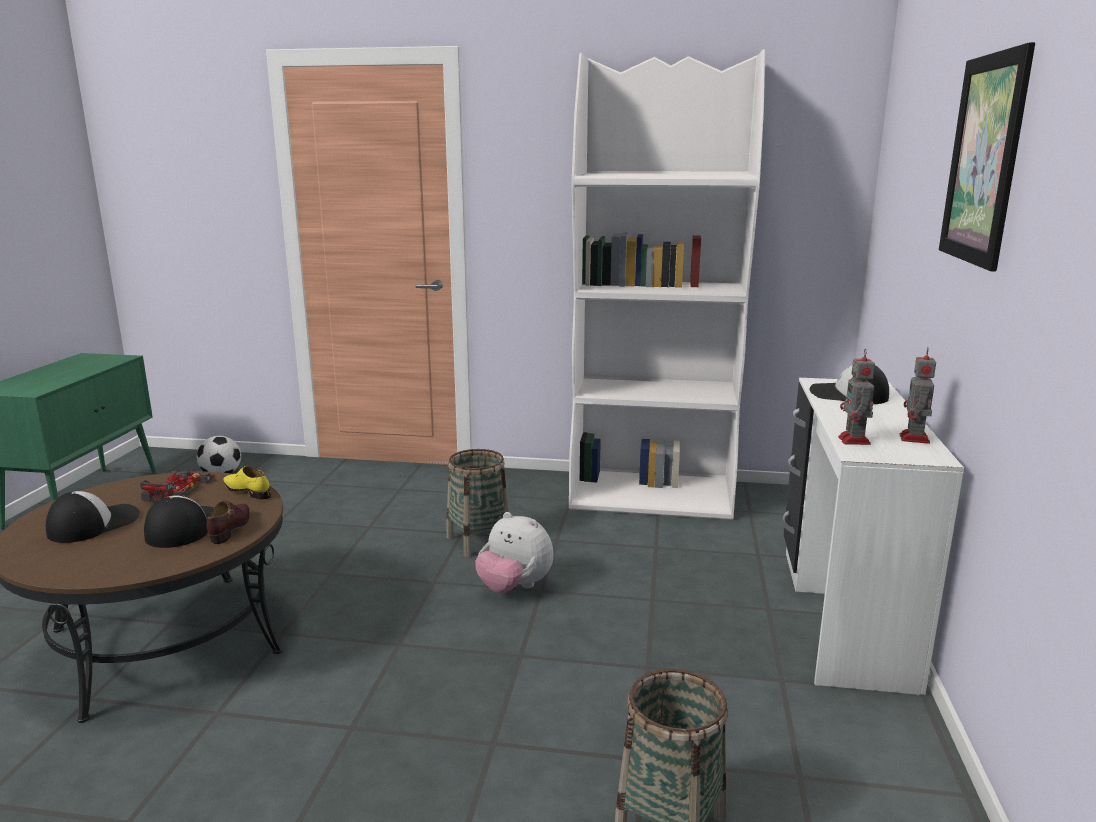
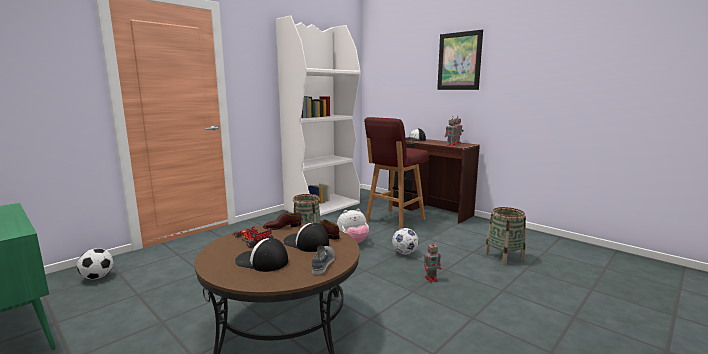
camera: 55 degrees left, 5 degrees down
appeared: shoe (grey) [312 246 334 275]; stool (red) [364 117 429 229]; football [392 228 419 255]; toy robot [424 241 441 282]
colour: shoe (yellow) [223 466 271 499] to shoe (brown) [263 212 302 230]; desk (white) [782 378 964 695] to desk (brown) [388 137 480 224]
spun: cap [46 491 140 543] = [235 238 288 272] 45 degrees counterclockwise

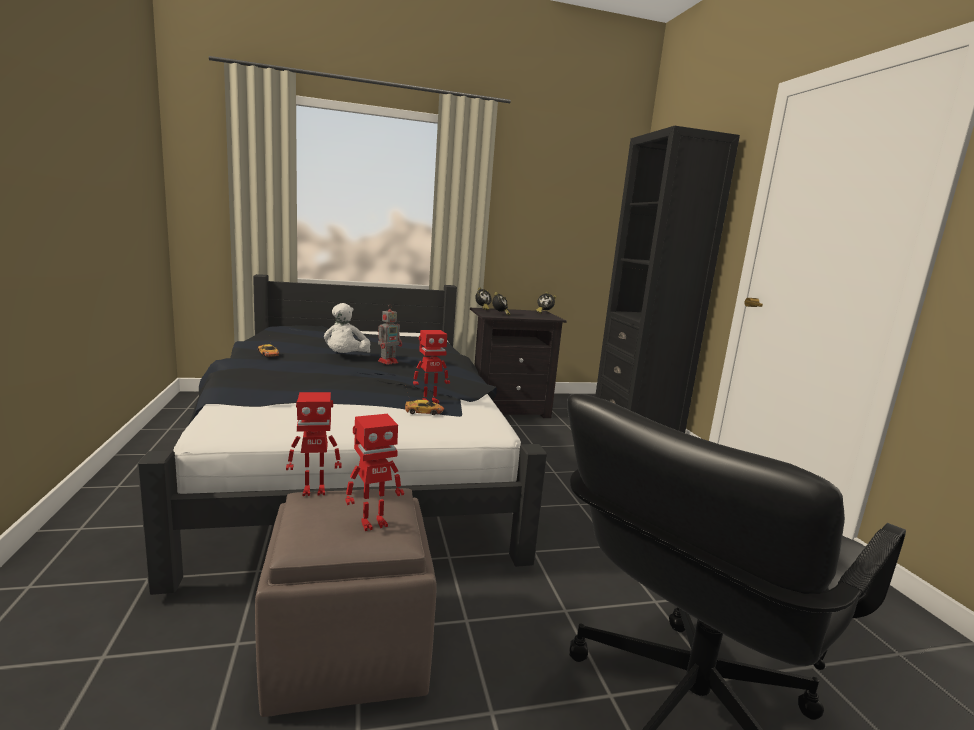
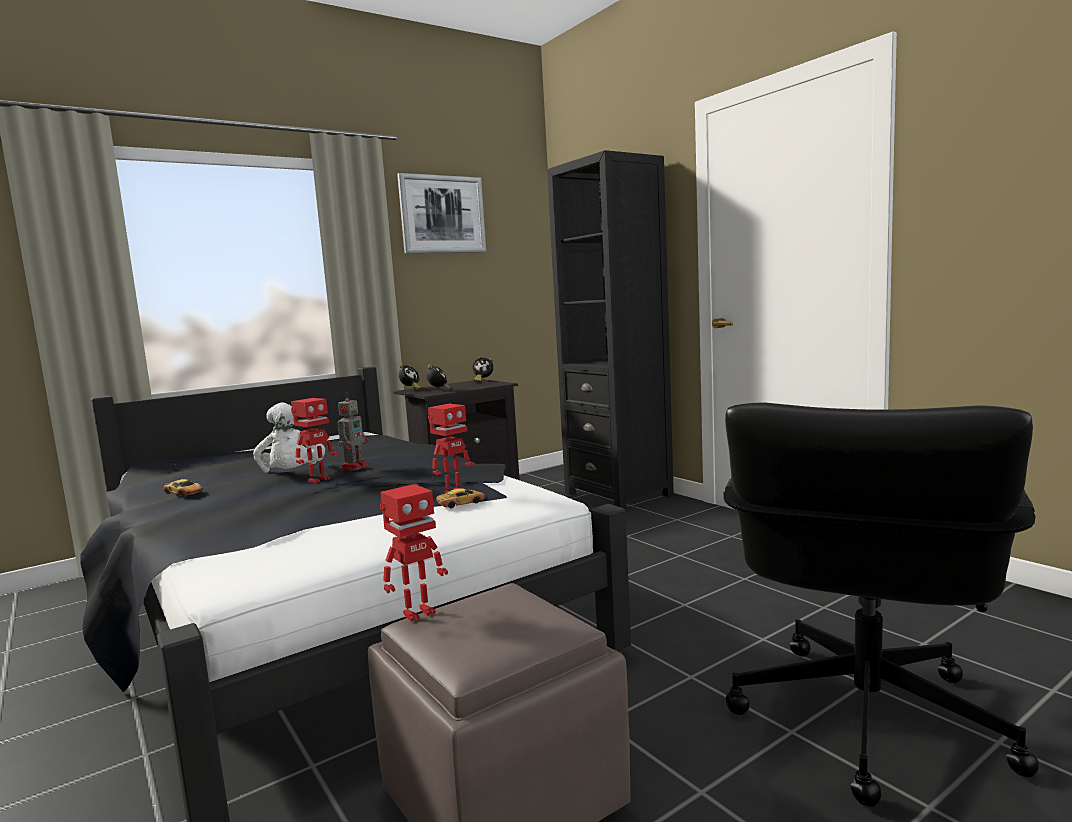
camera: 20 degrees left, 5 degrees down
appeared: picture [397 173 487 254]
relocated: toy robot [345 414 404 531] to [291 398 337 483]

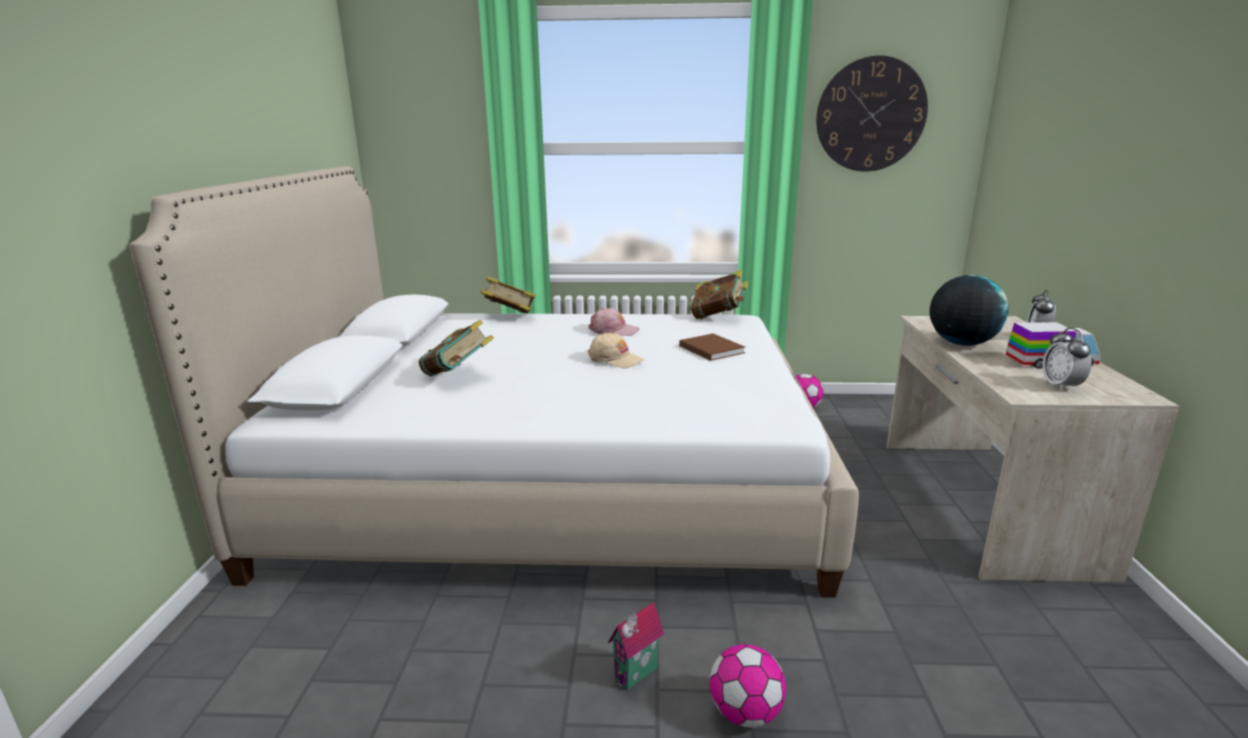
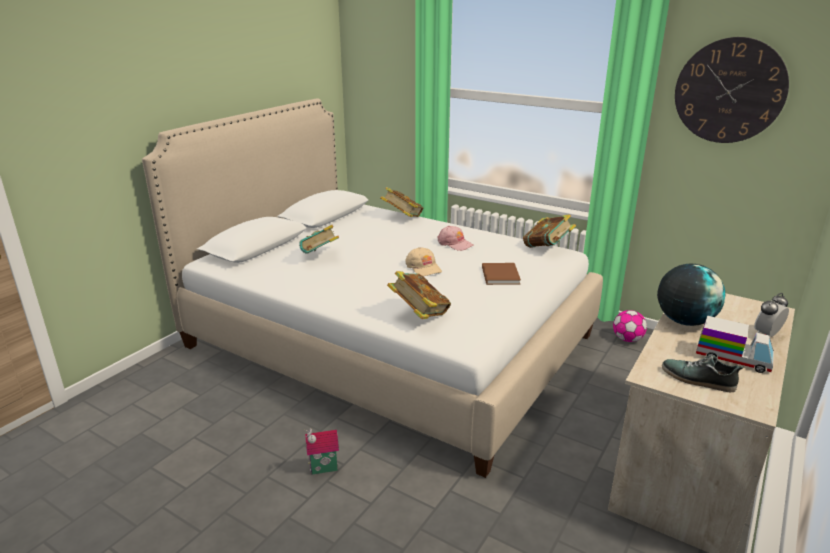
camera: 30 degrees right, 5 degrees up
missing: football [710 644 786 728]
appeared: book [387 271 451 319]
exchanged: alarm clock [1042 328 1092 391] to shoe [662 355 744 392]

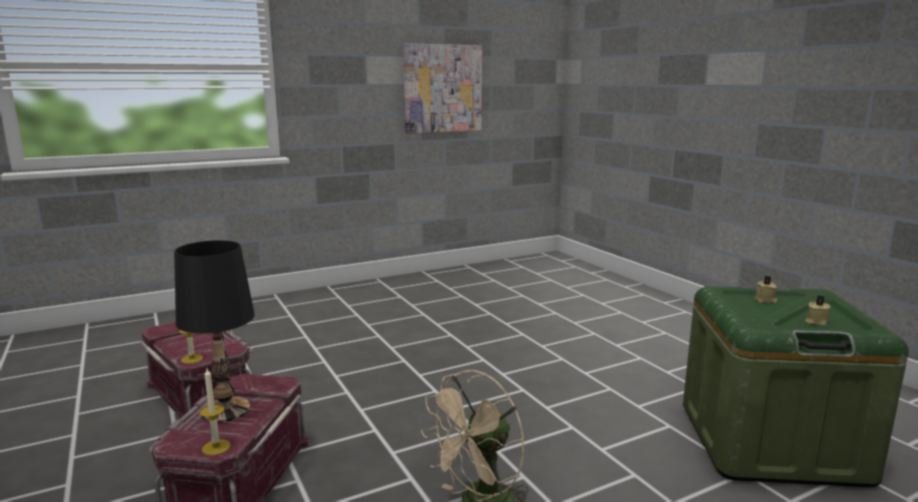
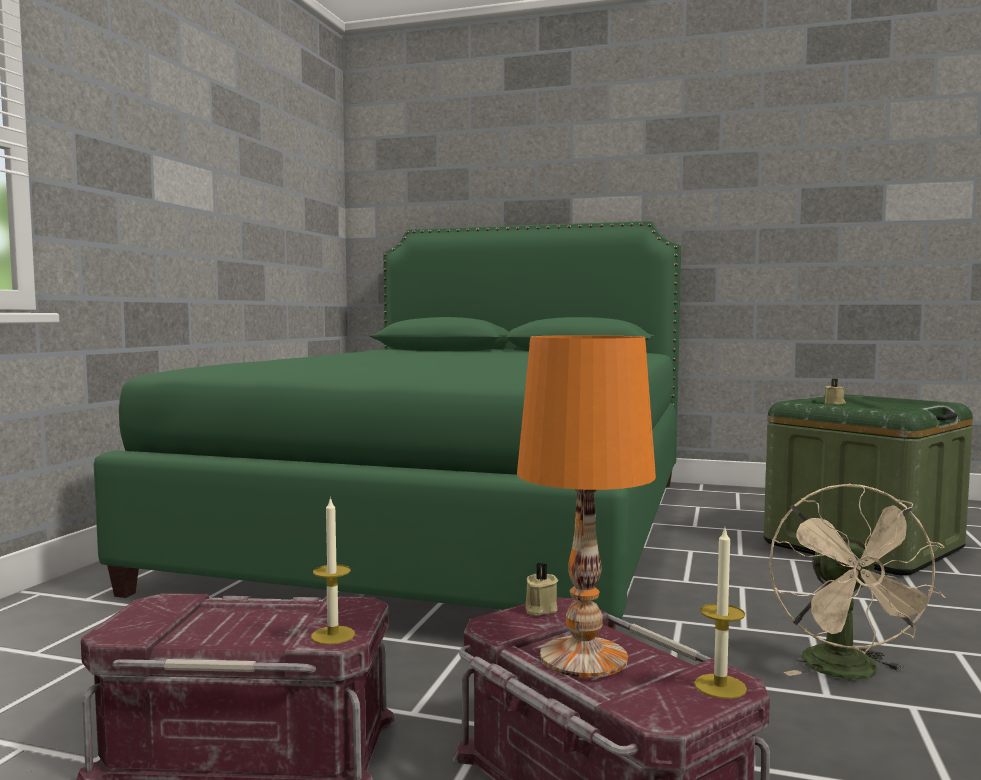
camera: 45 degrees left, 10 degrees down
missing: picture [403 43 482 134]
appeared: bed (green) [94 221 681 629]
relocated: candle (beige) [805 295 831 326] to [525 563 558 616]
colour: table lamp (black) [174 240 254 422] to table lamp (orange) [517 335 656 678]

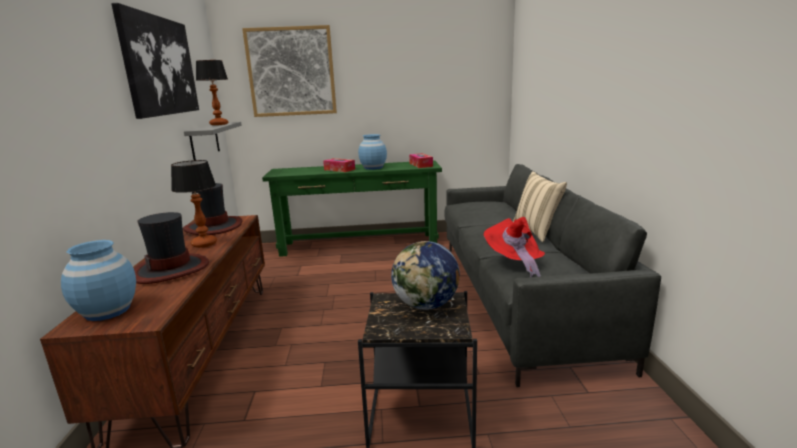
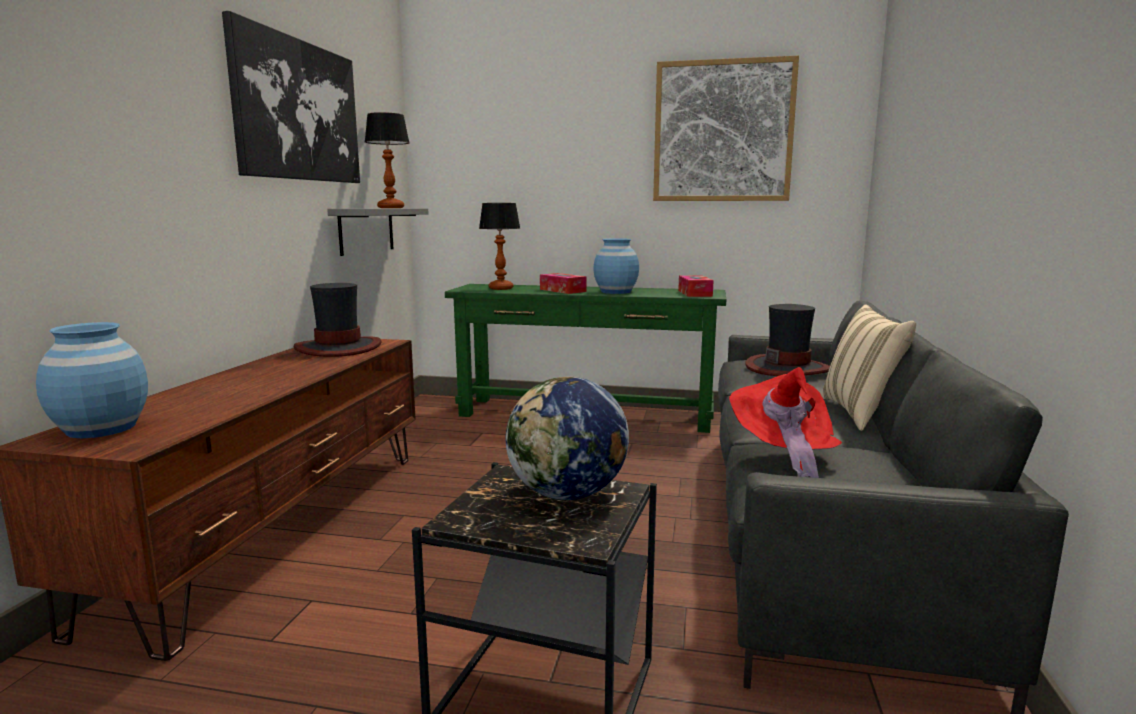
camera: 15 degrees right, 5 degrees down
relocated: table lamp [171 160 217 248] to [479 203 520 290]; picture [242 25 337 117] to [653 55 799 201]; hat [134 212 209 284] to [745 304 830 376]

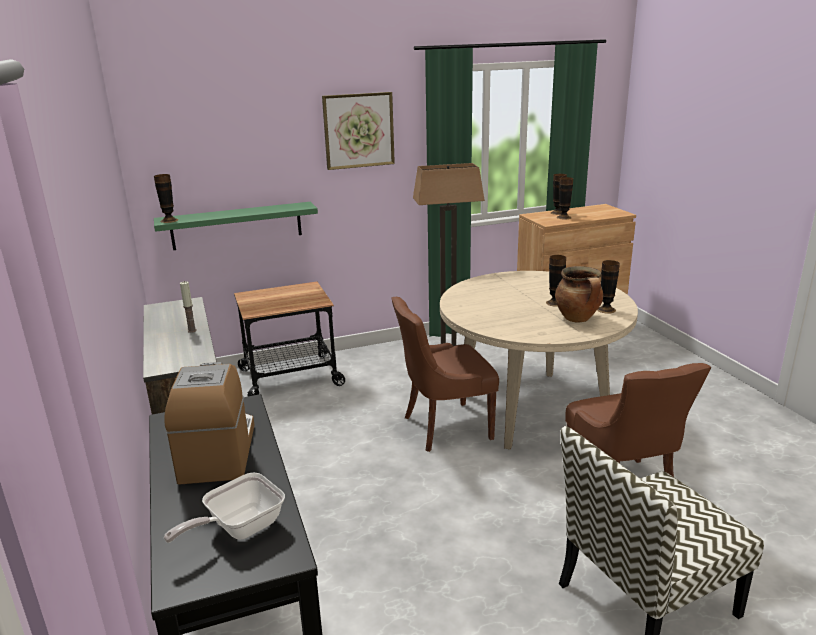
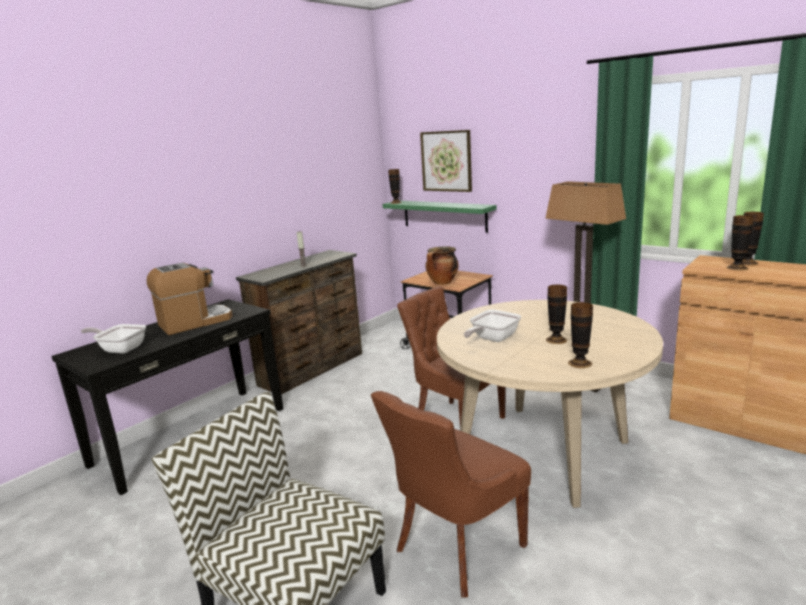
camera: 60 degrees right, 5 degrees down
appeared: frying pan [464 310 521 342]
relocated: picture [322 92 395 170] to [420 130 472 192]; cooking pot [555 266 603 323] to [425 247 459 285]

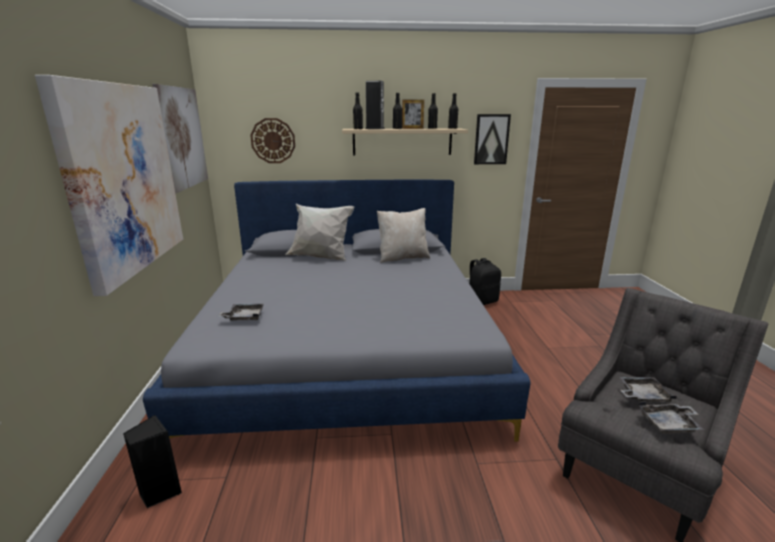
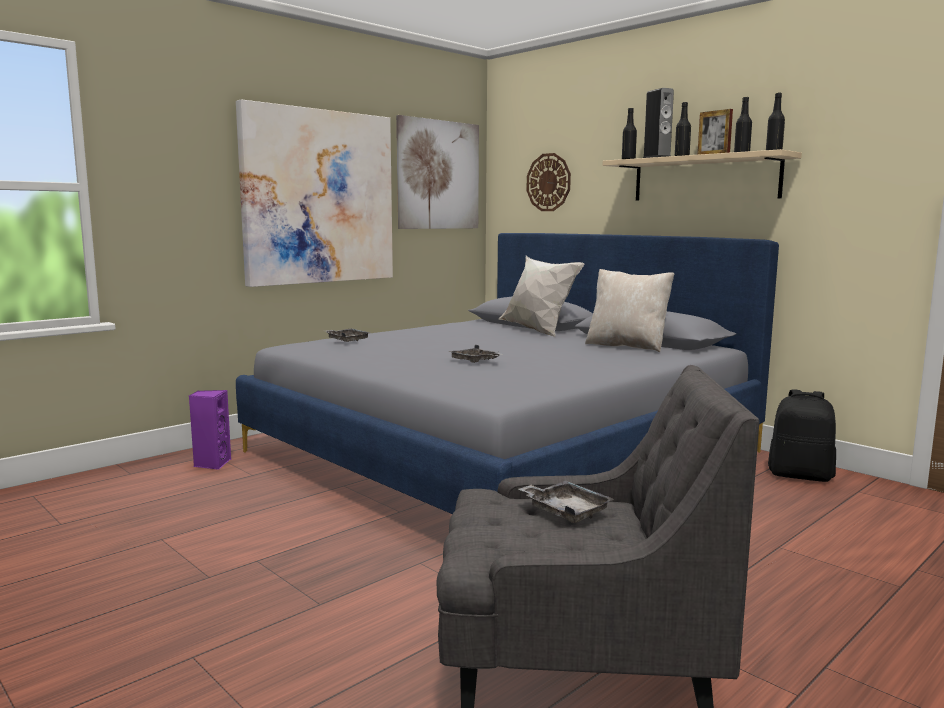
camera: 50 degrees right, 10 degrees down
missing: picture [474 114 511 164]
relocated: tray (grey) [639 401 704 434] to [449 345 503 363]
colour: speaker (black) [123 415 182 508] to speaker (purple) [189 390 231 470]

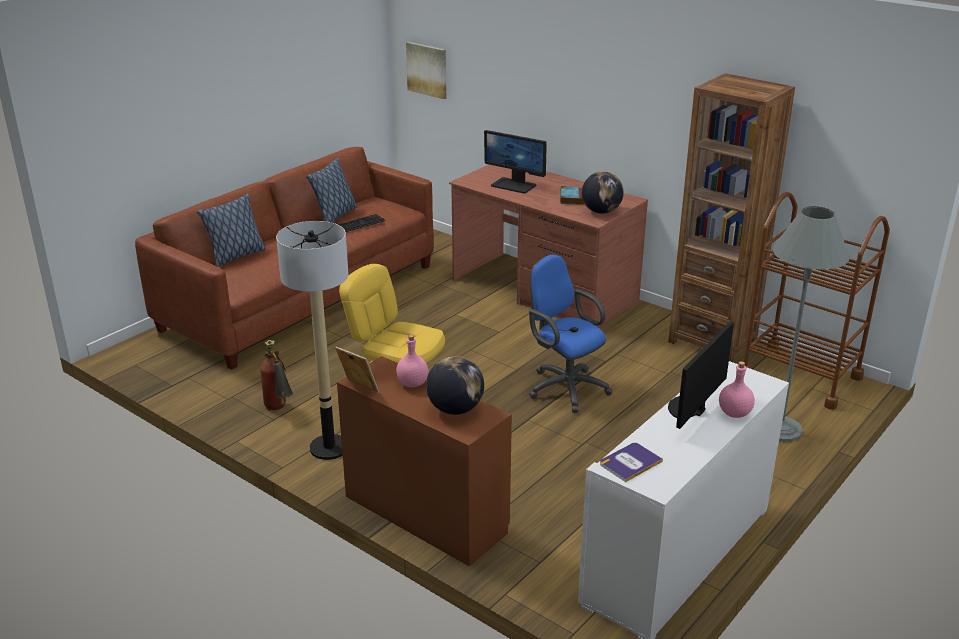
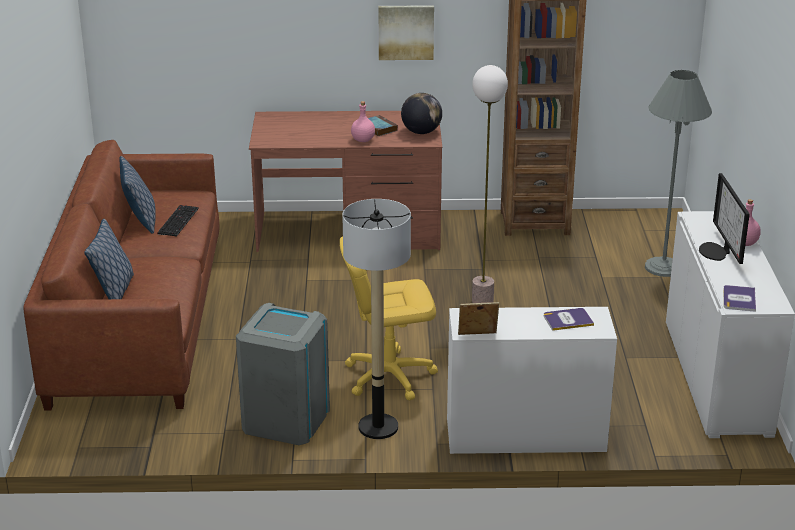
camera: 40 degrees left, 0 degrees up
missing: monitor [484 130 547 194]; cart (brown) [744 192 890 410]
relocated: bottle (pink) [396 335 428 387] to [351 101 375 142]; picture [406 42 446 99] to [379 5 434 60]
exchanged: fire extinguisher [260 340 293 410] to trash can (grey) [236 303 330 445]; office chair (blue) [529 254 613 413] to floor lamp [472 65 508 303]; globe [426 356 484 415] to book [544 308 594 331]
colour: desk (brown) [337 356 512 566] to desk (white) [447 307 617 454]

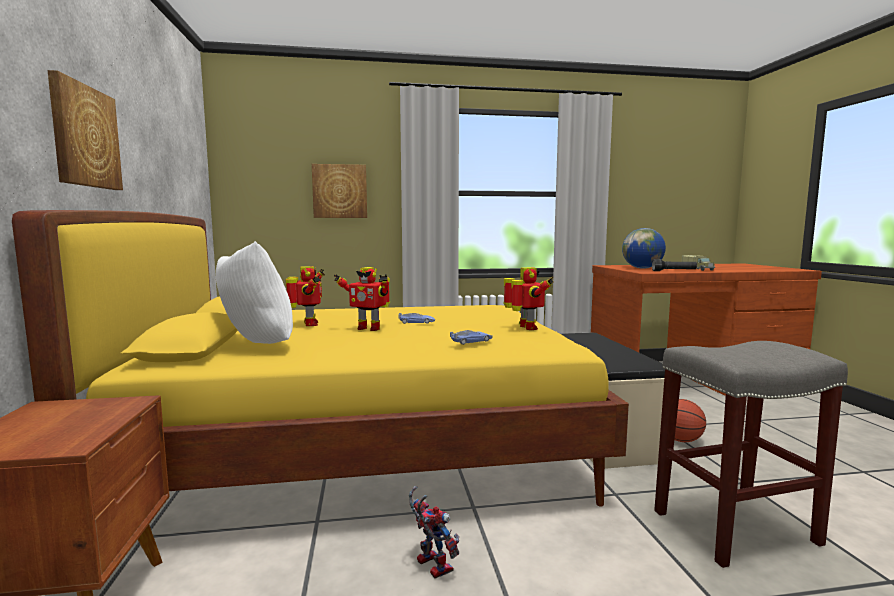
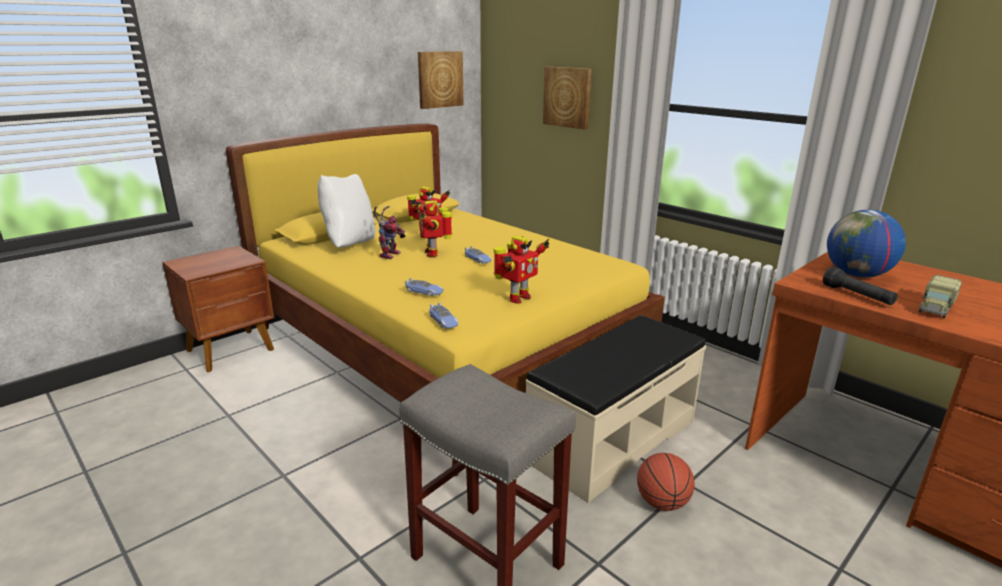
camera: 55 degrees right, 15 degrees up
appeared: toy car [429 302 459 329]
relocated: toy robot [409 486 460 578] to [374 206 406 259]; picture [47 70 123 190] to [418 51 463 109]

